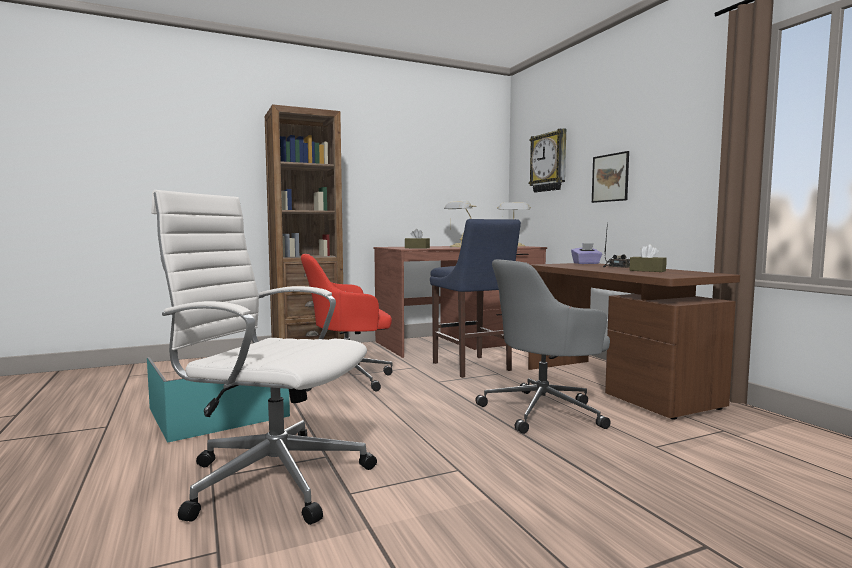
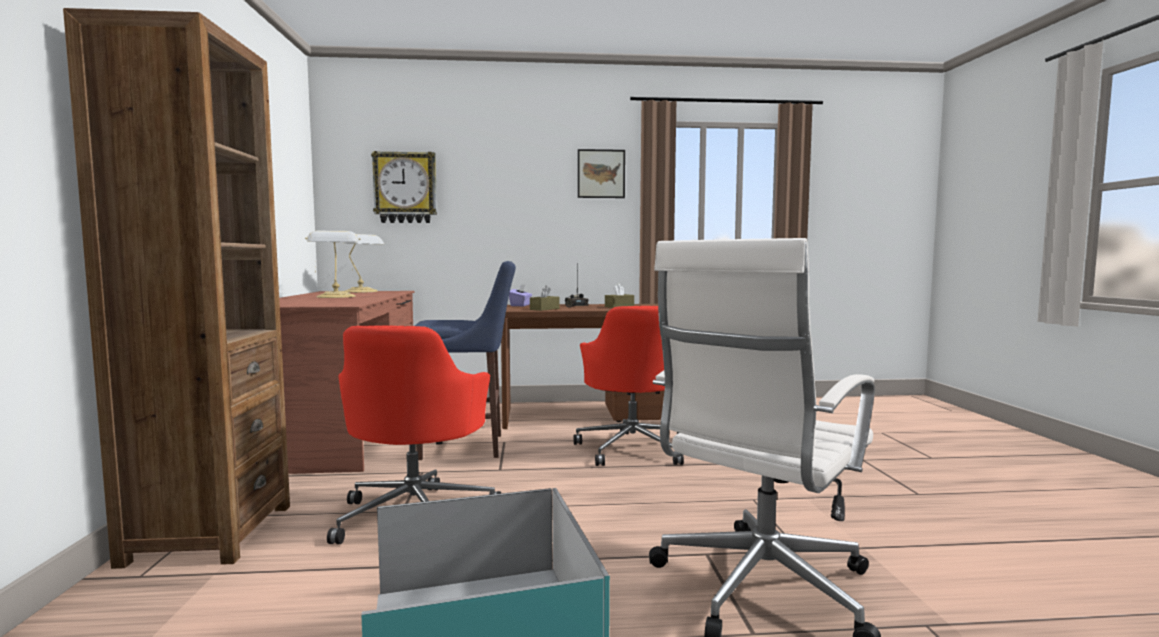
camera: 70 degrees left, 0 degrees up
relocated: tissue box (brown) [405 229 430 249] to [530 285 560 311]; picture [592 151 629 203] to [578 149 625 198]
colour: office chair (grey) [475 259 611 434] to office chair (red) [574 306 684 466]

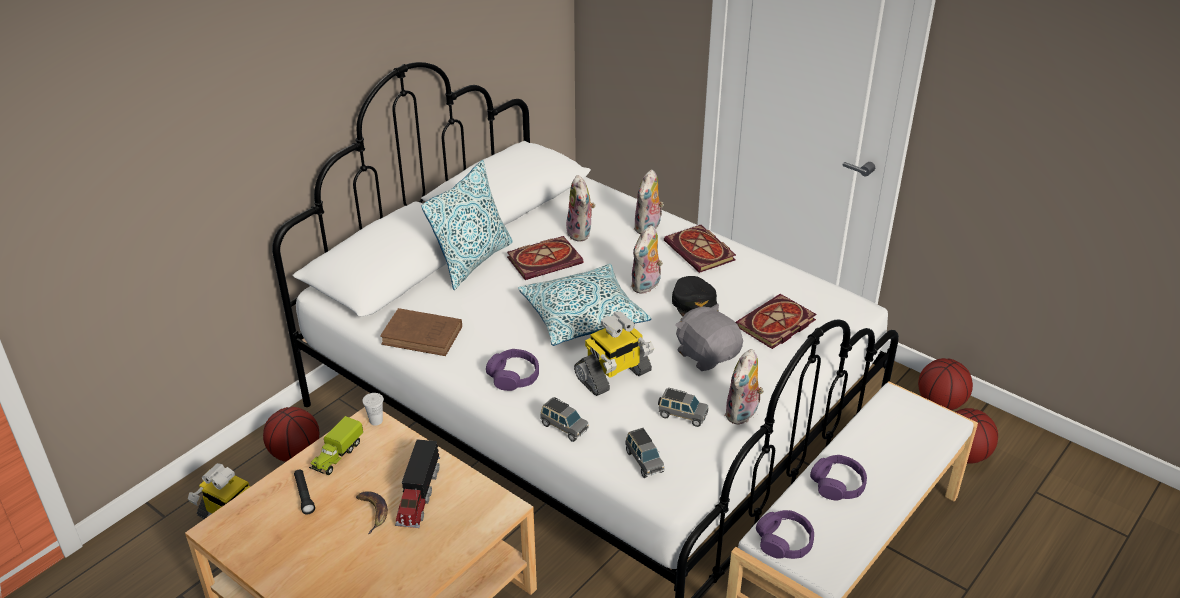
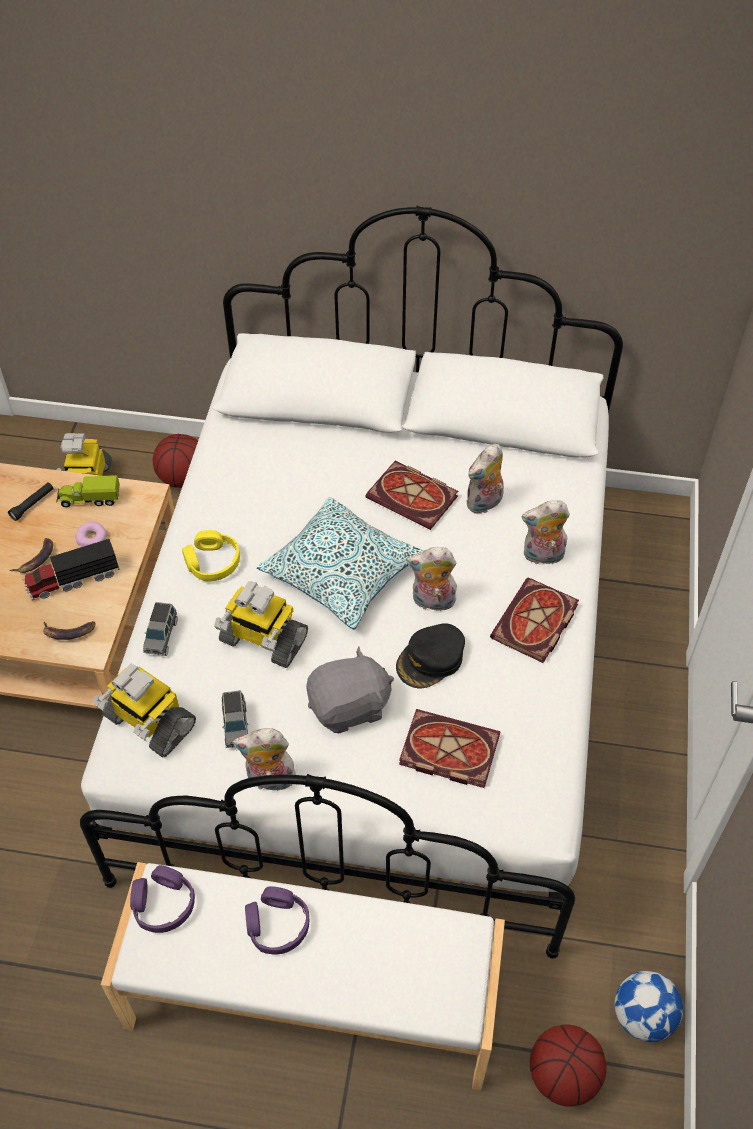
camera: 60 degrees right, 15 degrees up
missing: cup (white) [362 393 384 426]; book (brown) [380 308 462 356]; pillow [421 160 513 290]
appeared: banana [43 621 95 640]; donut [76 522 107 547]
exchanged: toy car (grey) [625 428 665 478] to toy robot [92 664 196 758]; basketball [918 358 973 410] to football [615 971 683 1042]
colour: headphones (purple) [486 349 539 391] to headphones (yellow) [182 530 240 581]
spun: plush toy (grey) [675 304 743 371] = [306 646 394 733] 45 degrees clockwise

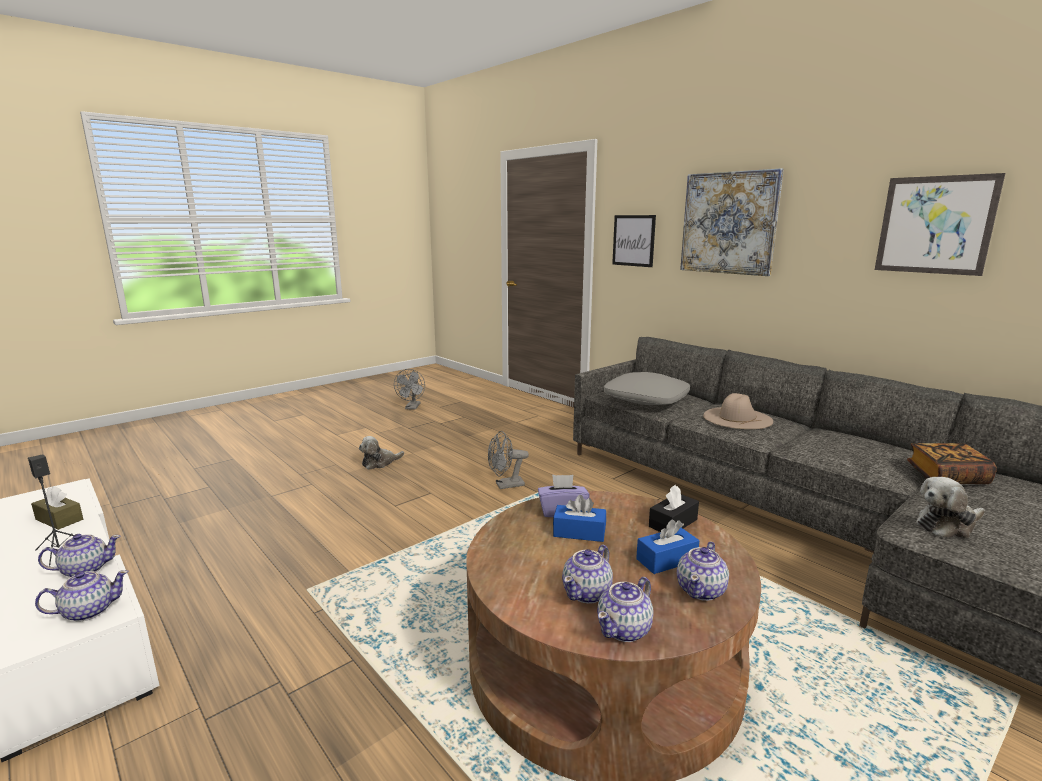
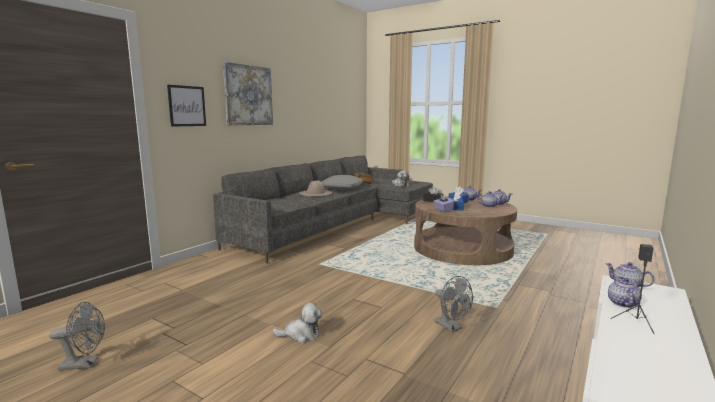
camera: 105 degrees left, 5 degrees down
missing: tissue box (brown) [31 486 83 530]; picture [875 173 1005 276]
relocated: pillow (grey) [604 372 690 405] to [322 175 363 190]; fan (grey) [488 431 529 489] to [435 276 473 332]
spun: plush toy [359 436 404 470] = [272 303 322 343] 45 degrees counterclockwise; teapot [38 534 121 577] = [608 276 642 308] 60 degrees clockwise

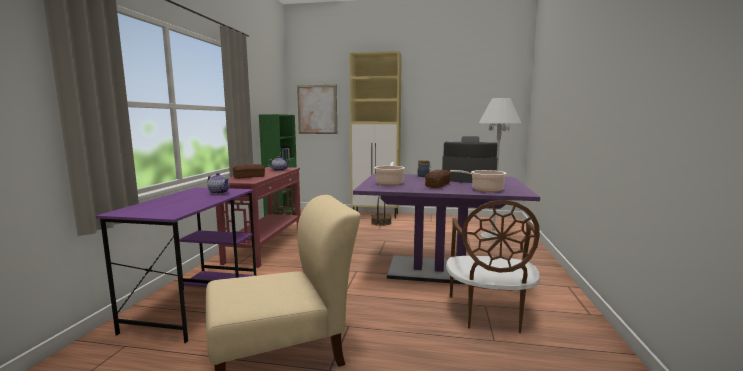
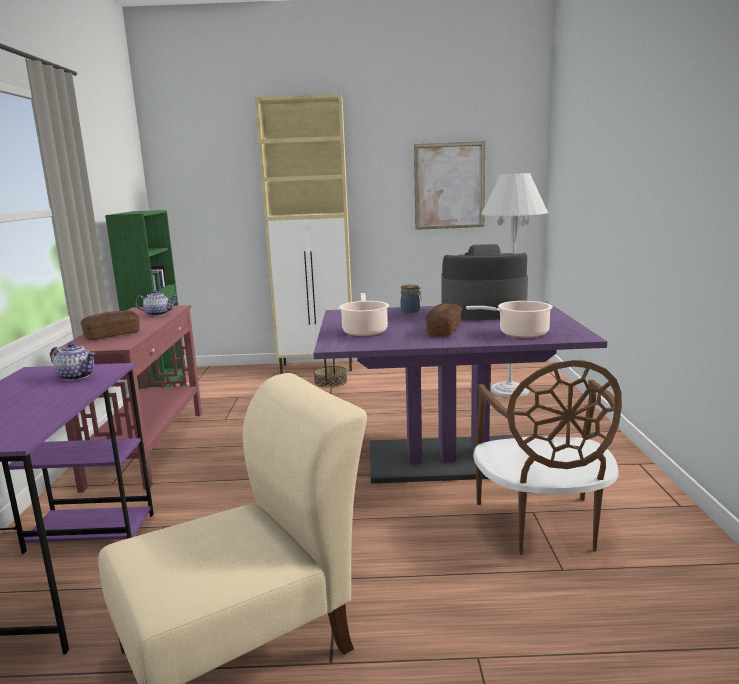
camera: 10 degrees left, 5 degrees up
relocated: picture [297 85 337 134] to [414 141 485 230]

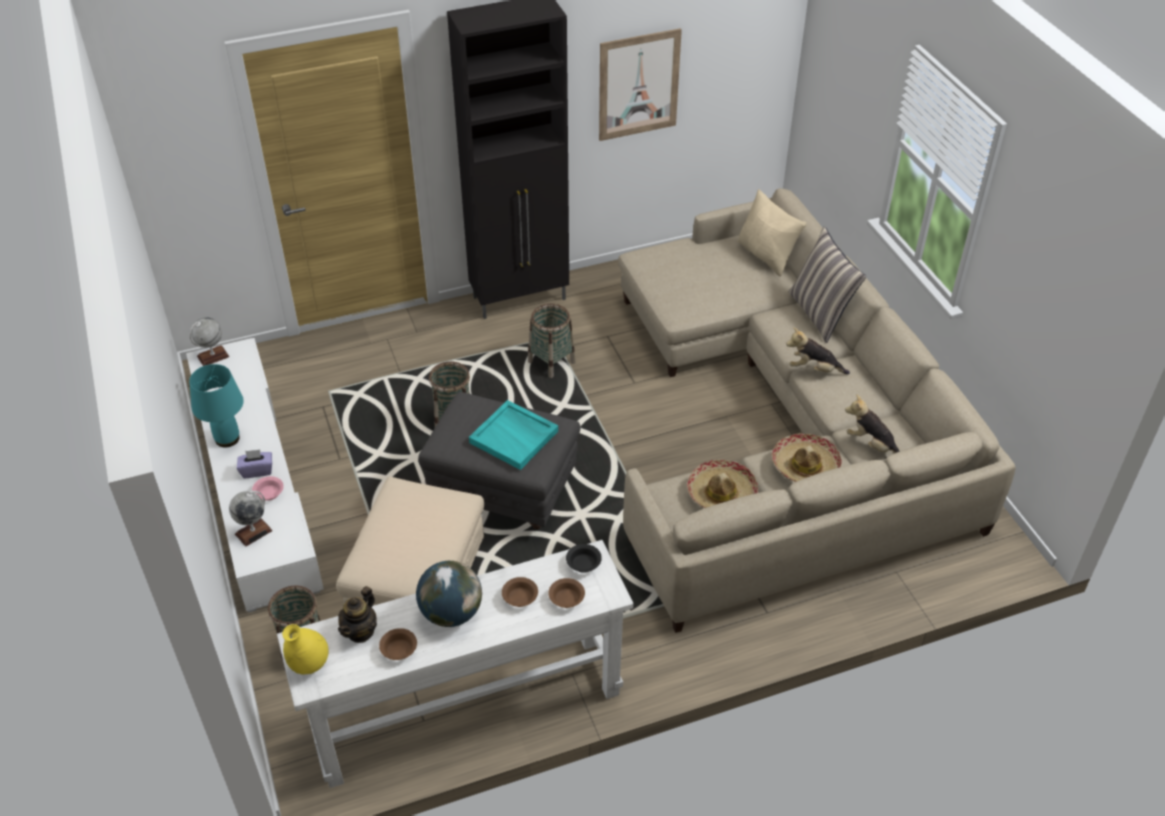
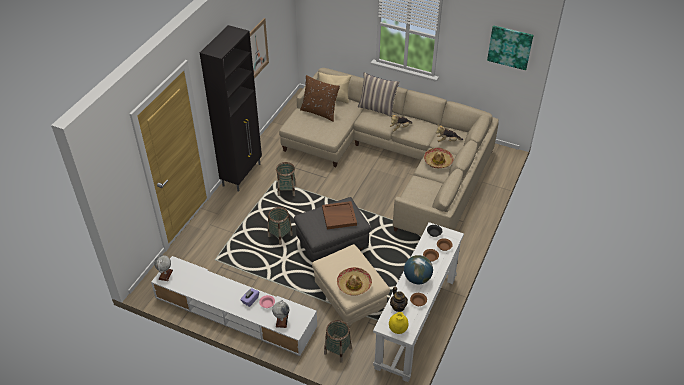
camera: 45 degrees left, 0 degrees up
missing: table lamp (turquoise) [189 364 244 448]
appeared: pillow (brown) [300 75 340 122]; picture [487 25 534 70]
relocated: hat [687 460 758 508] to [337 267 372 296]
colour: tray (turquoise) [469 400 558 470] to tray (brown) [322 201 357 229]

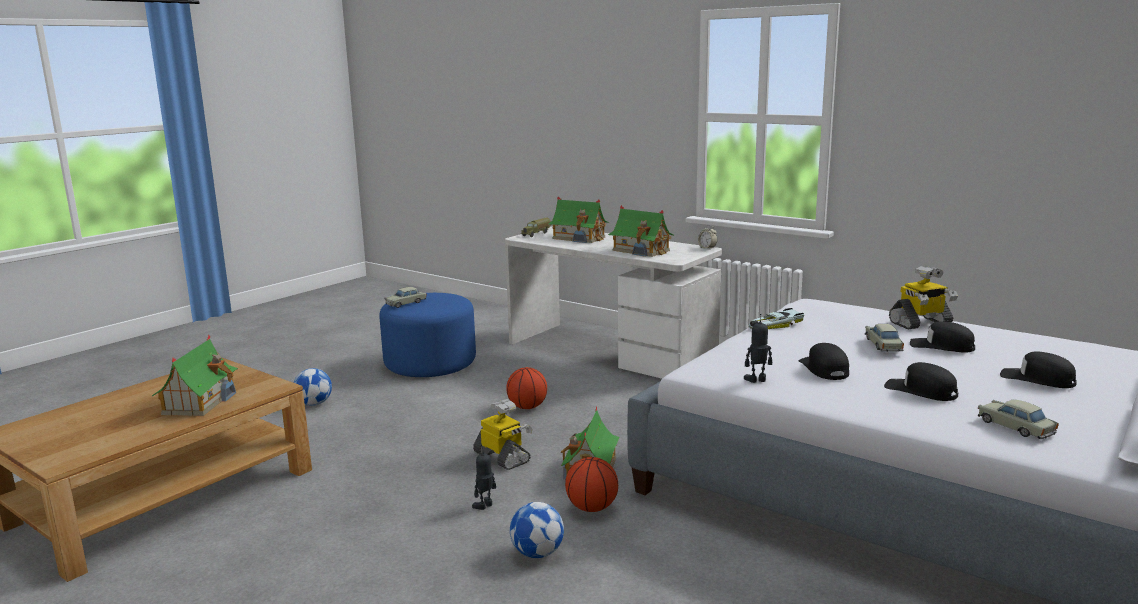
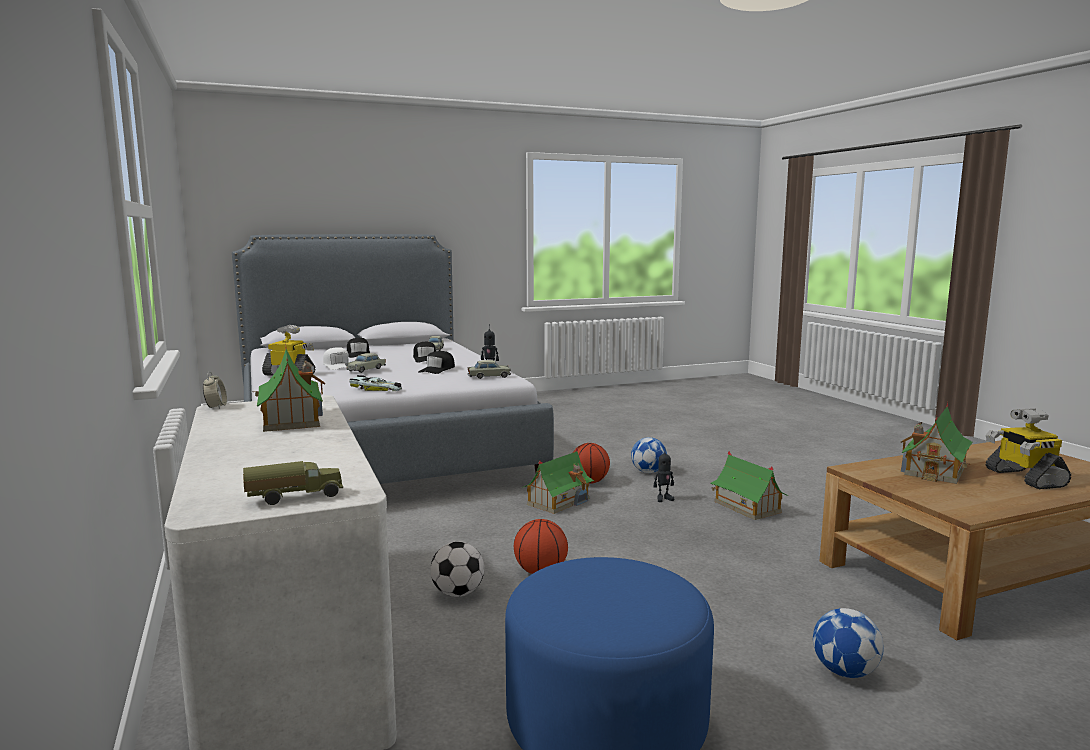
camera: 150 degrees left, 5 degrees down
appeared: football [430 541 484 597]
relocated: toy car (beige) [385 287 426 308] to [468 360 511 379]; toy house [548 196 609 243] to [710 451 788 520]; toy robot [473 399 533 470] to [985 409 1071 489]
colour: cap (black) [910 321 975 353] to cap (white) [323 347 349 370]

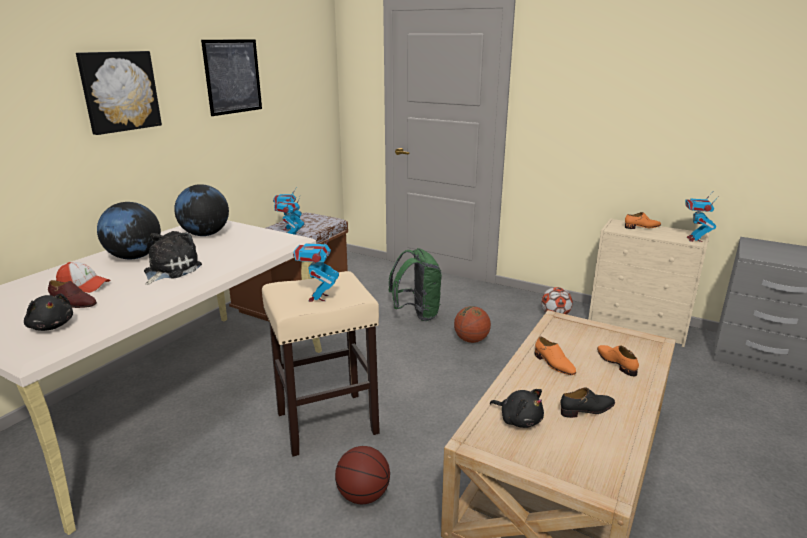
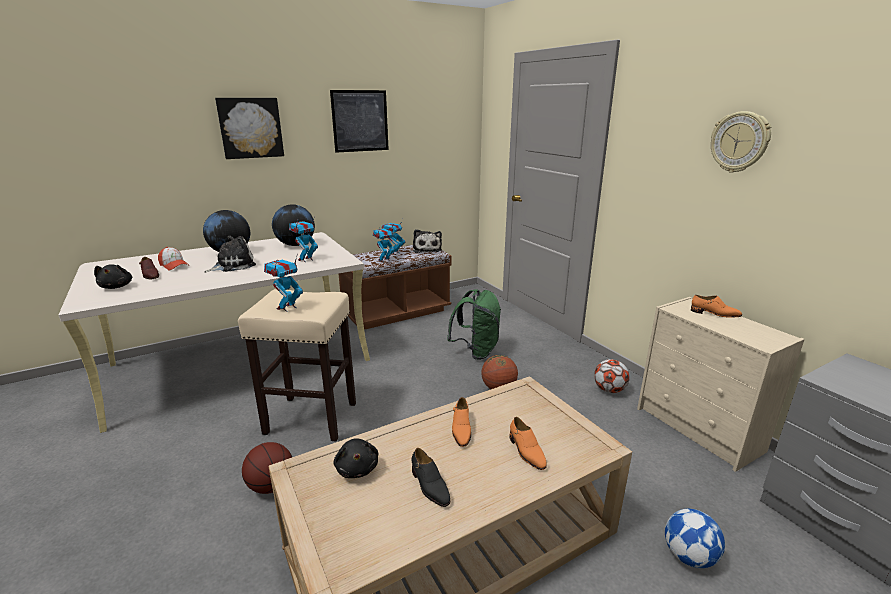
camera: 30 degrees right, 0 degrees up
appeared: plush toy [413 229 442 253]; football [665 509 725 568]; wall clock [711 111 771 173]
relocated: toy robot [685 194 719 242] to [289 216 318 262]
spun: shoe (black) [560 388 615 418] = [412 448 450 507] 45 degrees clockwise; shoe (orange) [597 345 639 376] = [509 417 547 470] 150 degrees clockwise

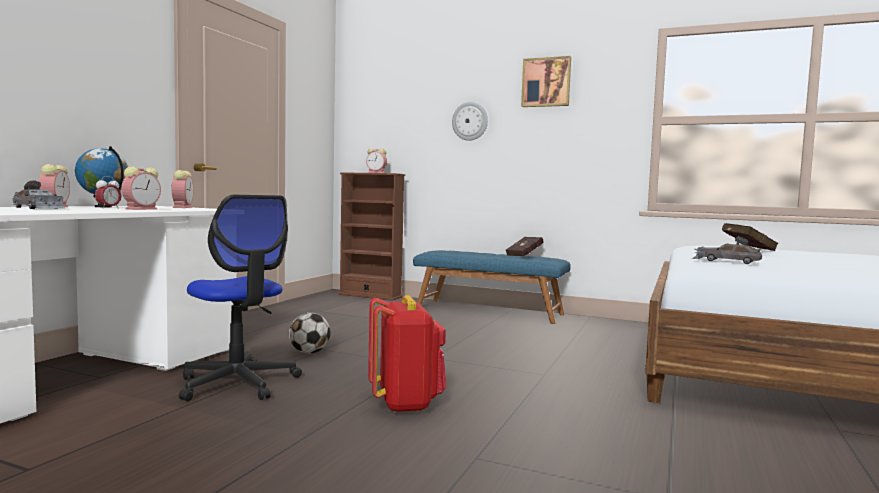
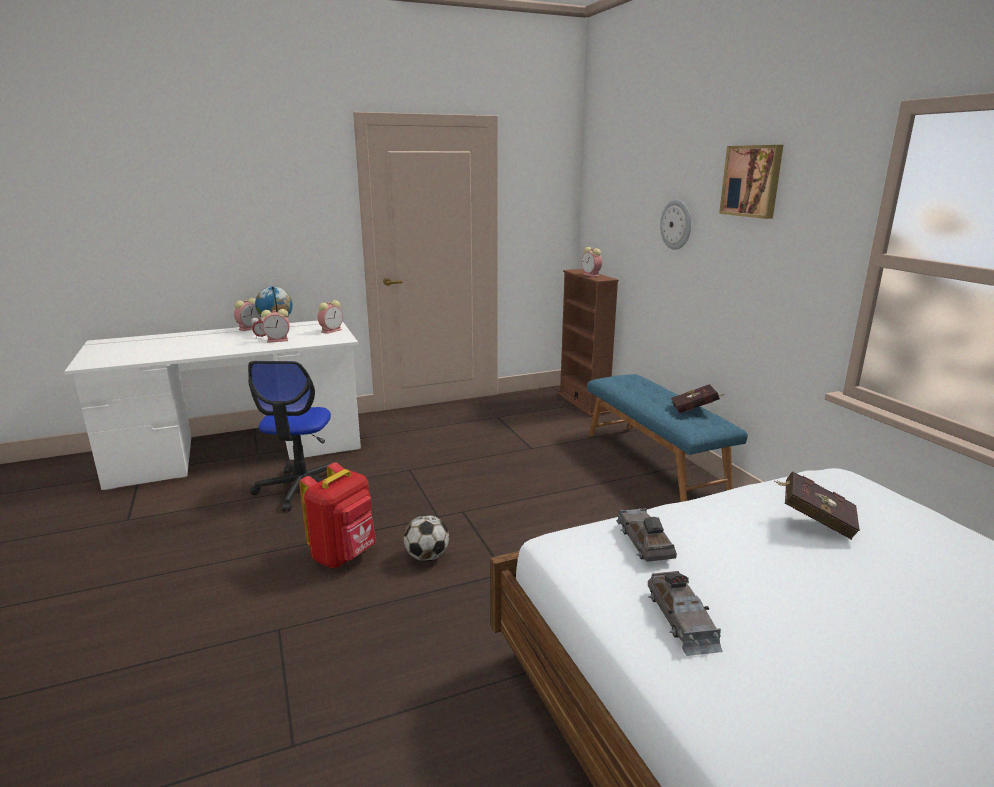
camera: 45 degrees right, 15 degrees up
relocated: football [289 312 331 353] to [404 515 449 561]; toy car (grey) [13 181 65 209] to [648 571 723 656]

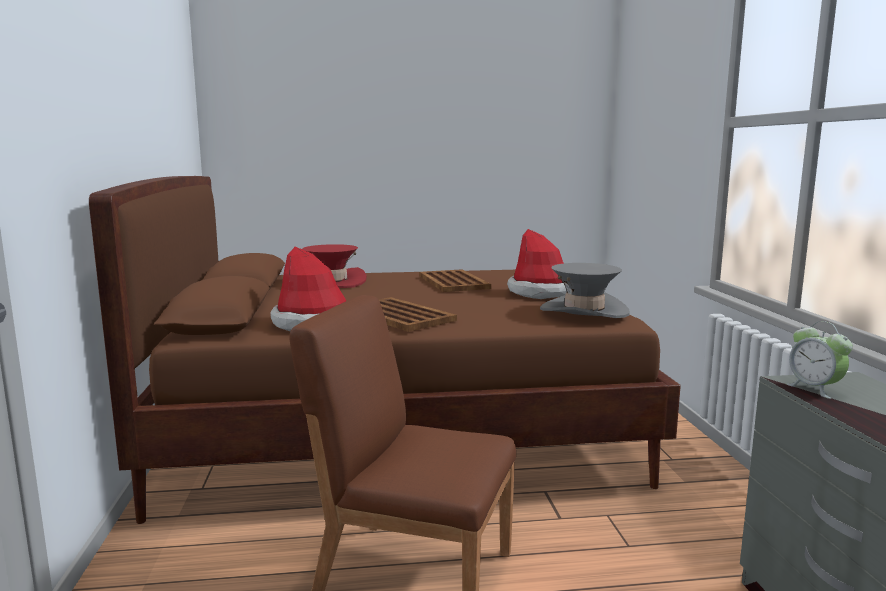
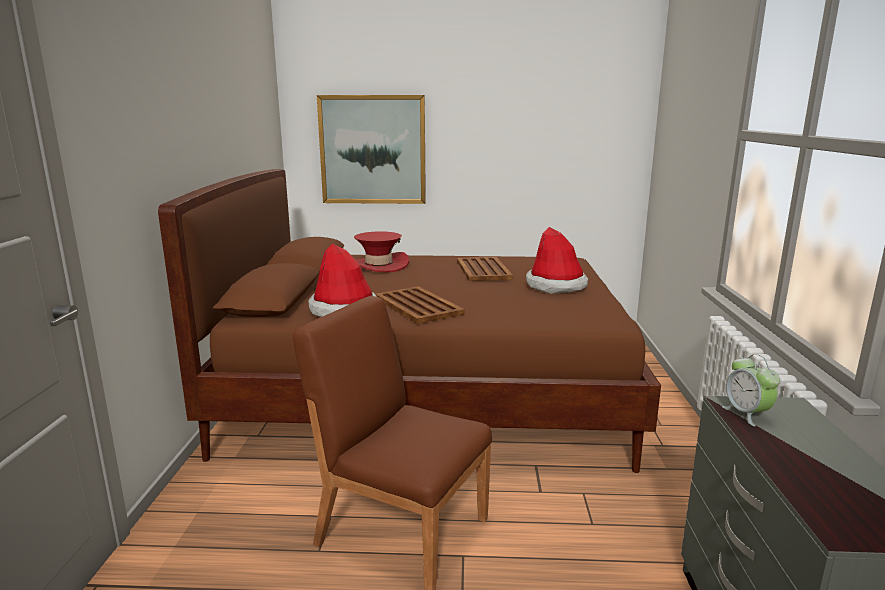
camera: 10 degrees right, 5 degrees up
missing: hat (grey) [540 263 629 318]
appeared: picture [317 95 426 204]

